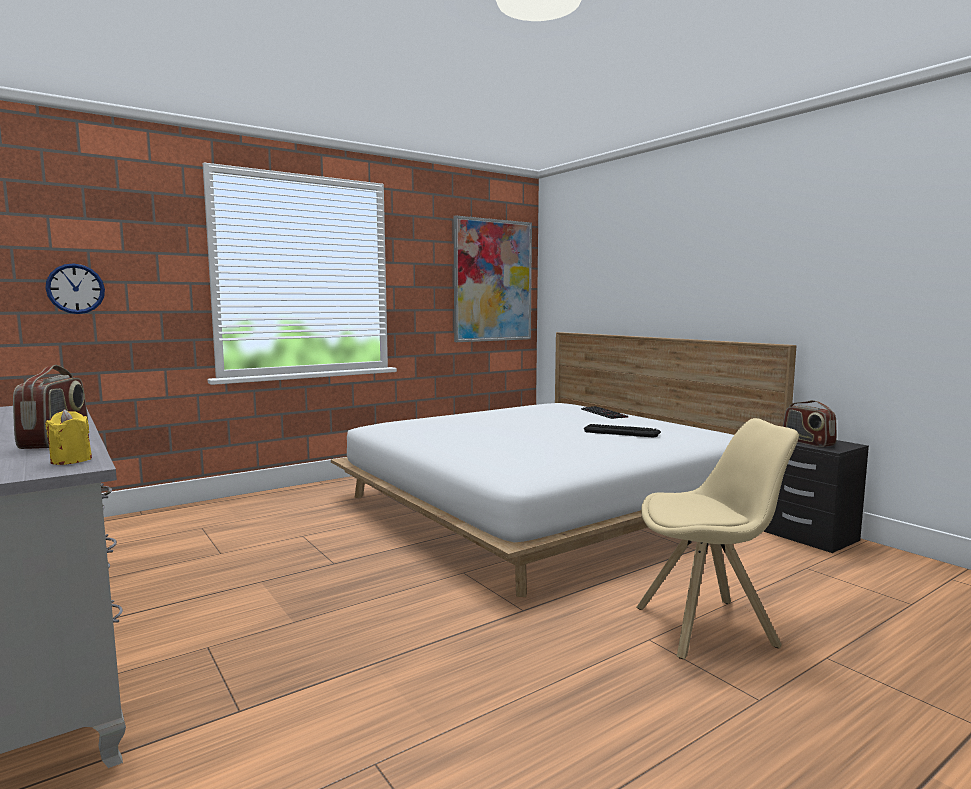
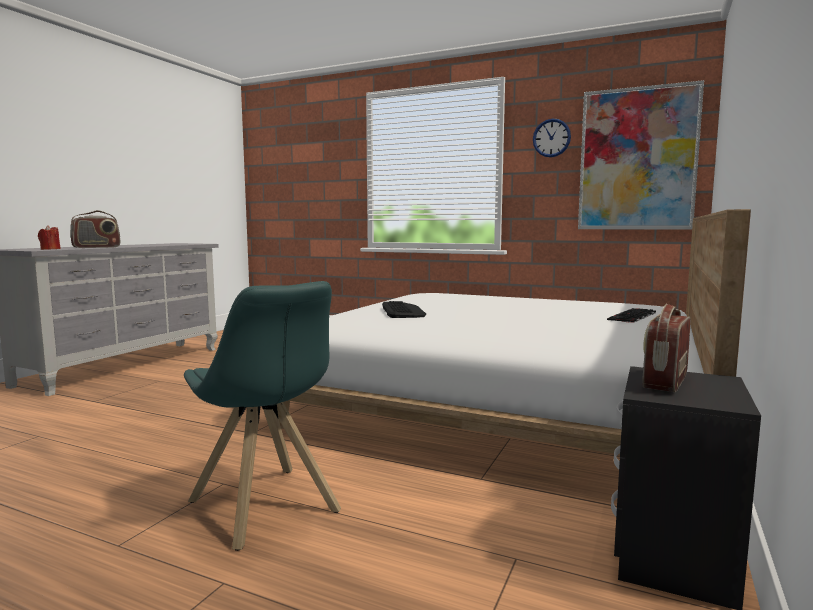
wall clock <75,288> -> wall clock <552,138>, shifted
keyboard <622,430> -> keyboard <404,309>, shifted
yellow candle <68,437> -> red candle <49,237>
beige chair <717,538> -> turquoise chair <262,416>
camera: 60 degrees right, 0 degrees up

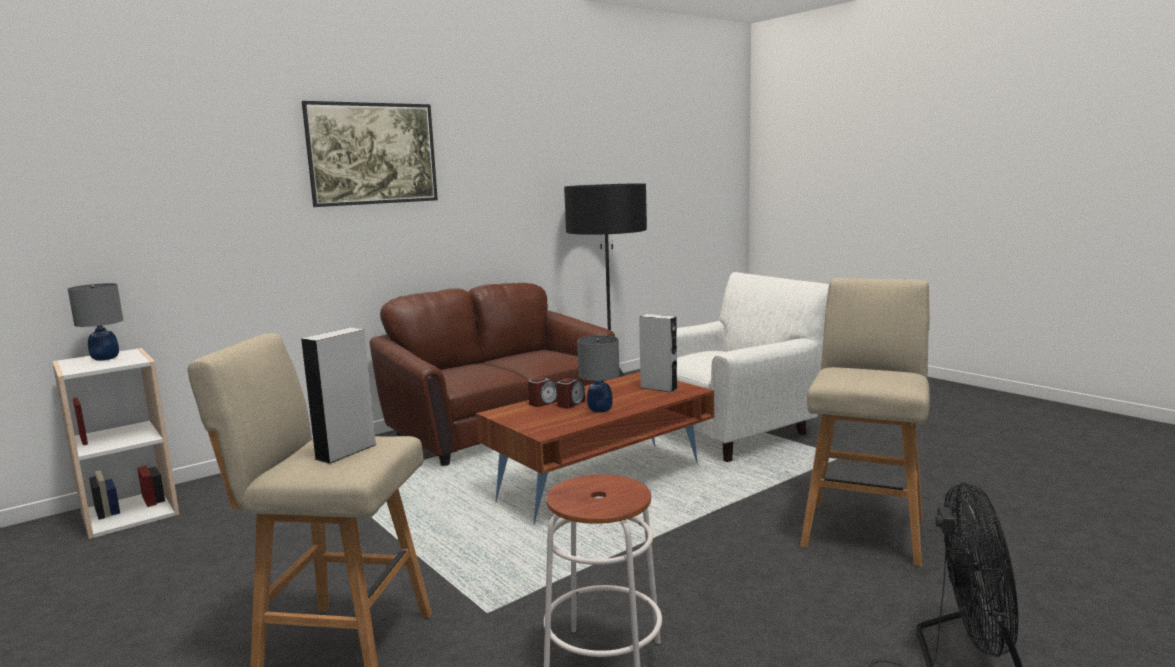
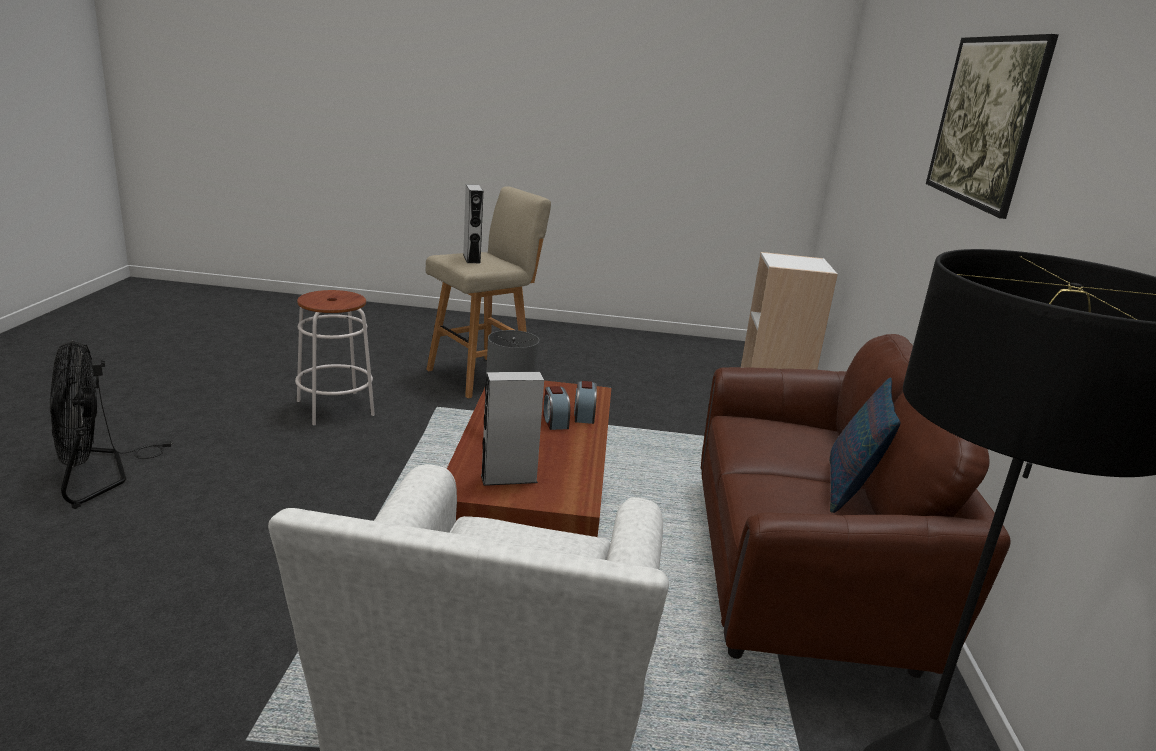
grey table lamp <95,322> -> none
beige stool <865,422> -> none
none -> blue pillow <865,445>
camera: 130 degrees right, 10 degrees up

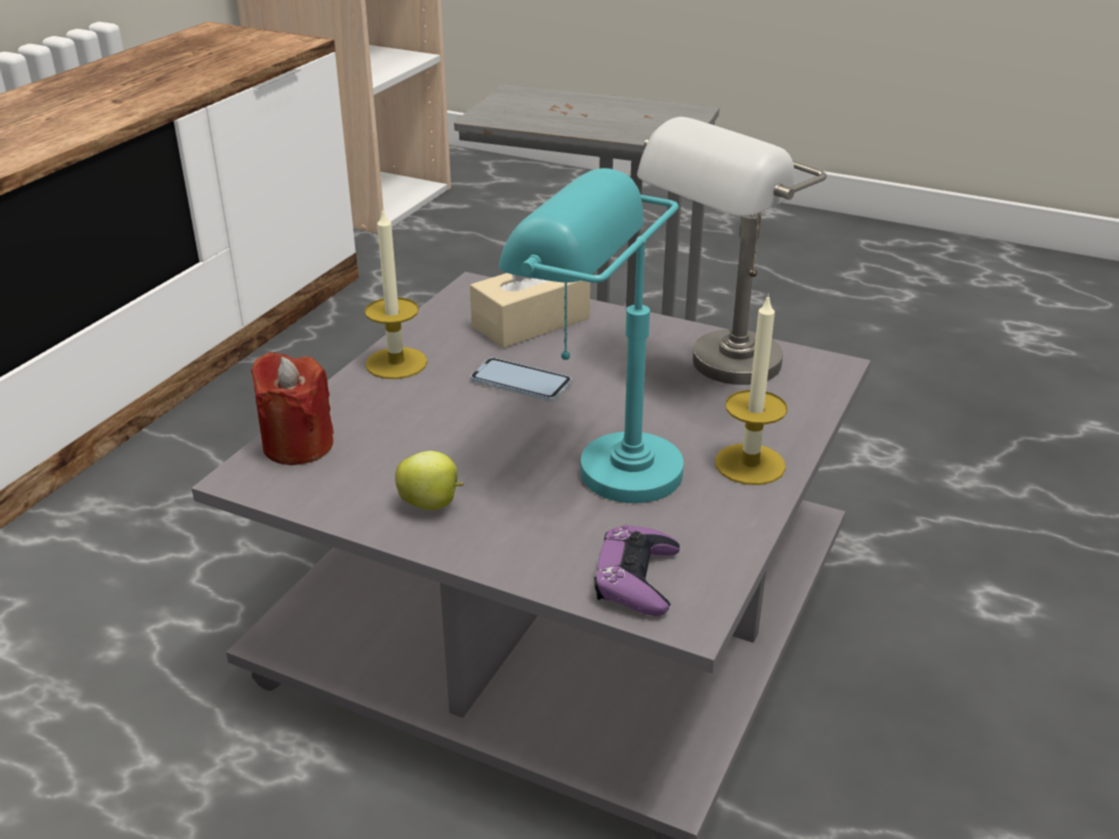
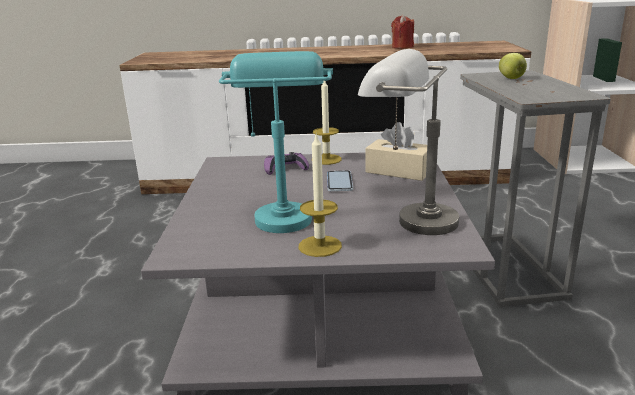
red candle <292,408> -> red candle <402,31>, shifted
apple <429,480> -> apple <513,66>, shifted
purple game controller <636,570> -> purple game controller <286,163>, shifted
camera: 65 degrees right, 10 degrees down

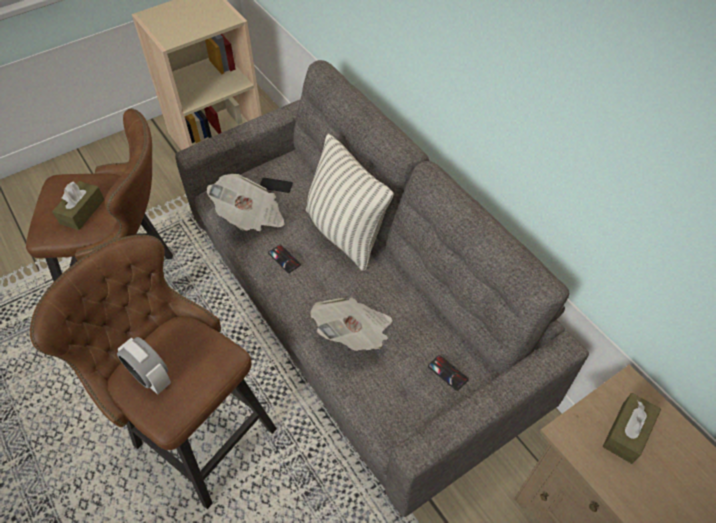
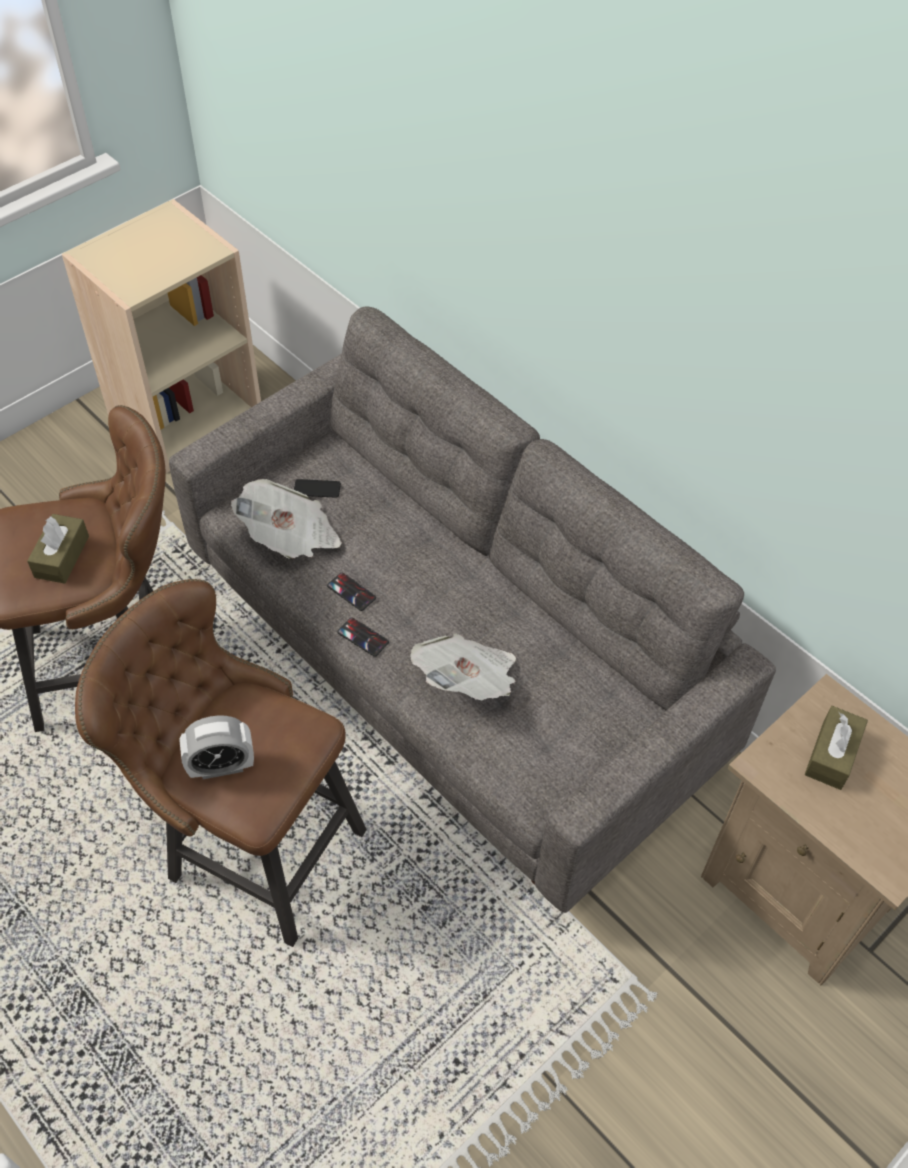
pillow <350,202> -> none
phone <448,373> -> phone <363,637>, shifted
alarm clock <144,365> -> alarm clock <216,747>, 45 degrees counterclockwise
camera: 10 degrees left, 0 degrees up

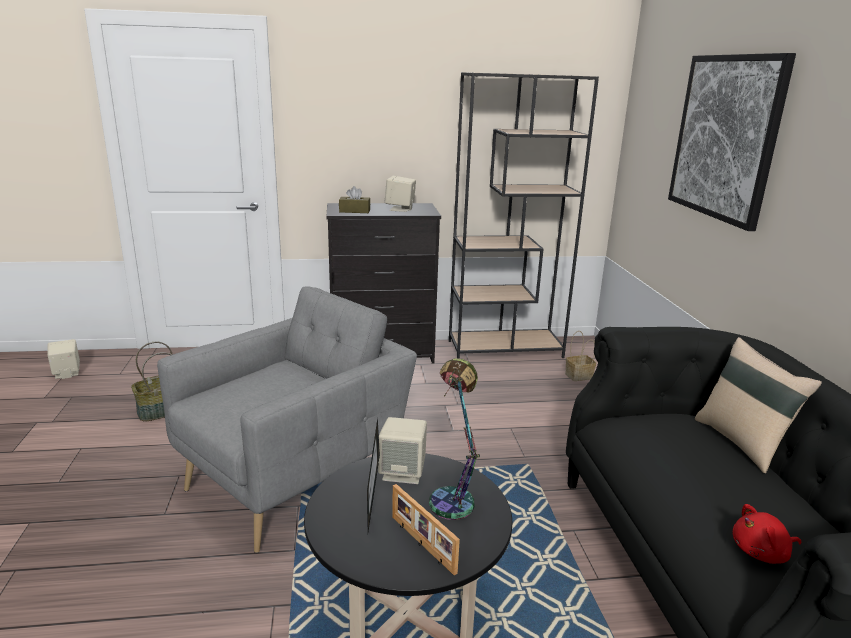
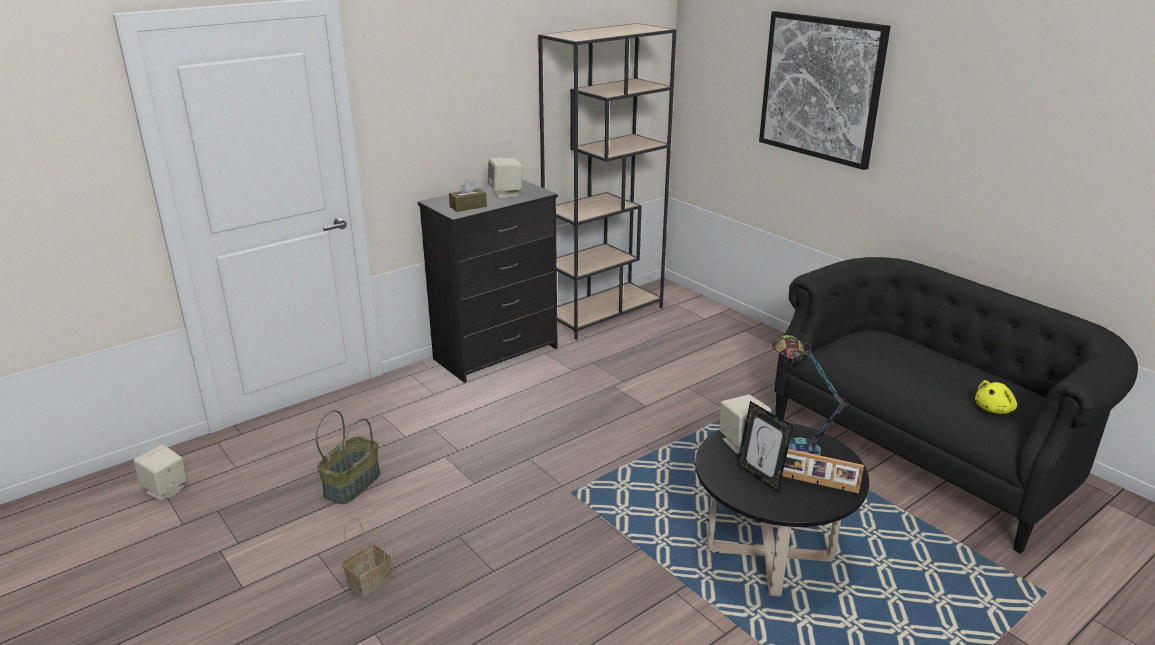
grey armchair <287,419> -> none
beige pillow <758,405> -> none
basket <580,356> -> basket <367,557>, shifted
red plush toy <767,534> -> yellow plush toy <996,397>
camera: 30 degrees left, 5 degrees up

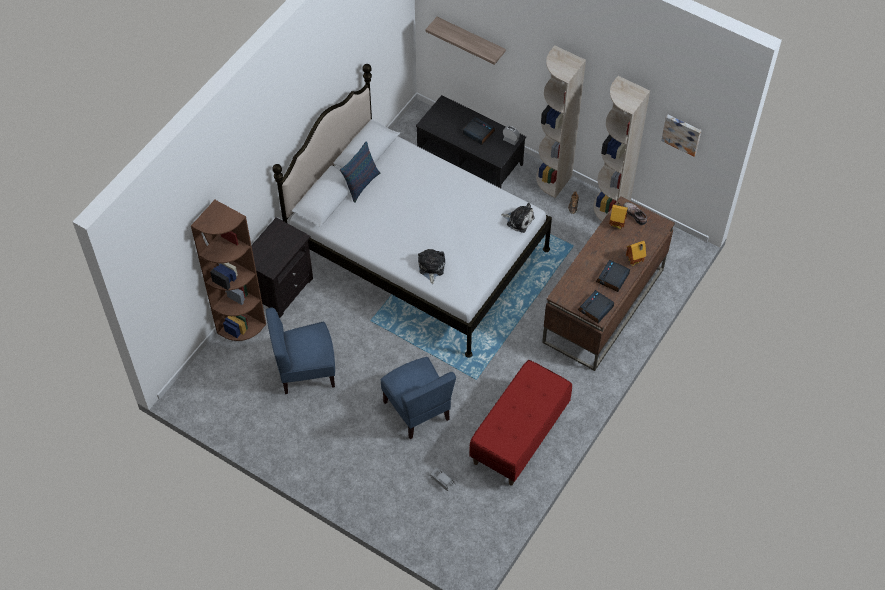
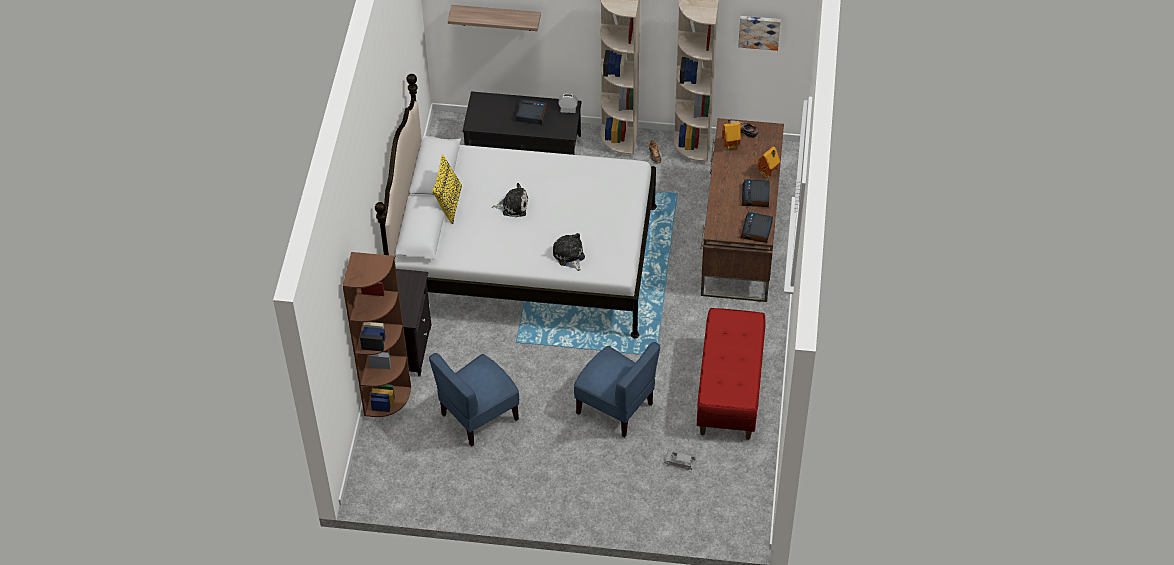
plush toy <518,218> -> plush toy <510,200>, shifted
blue pillow <360,172> -> yellow pillow <447,189>
camera: 25 degrees left, 5 degrees down

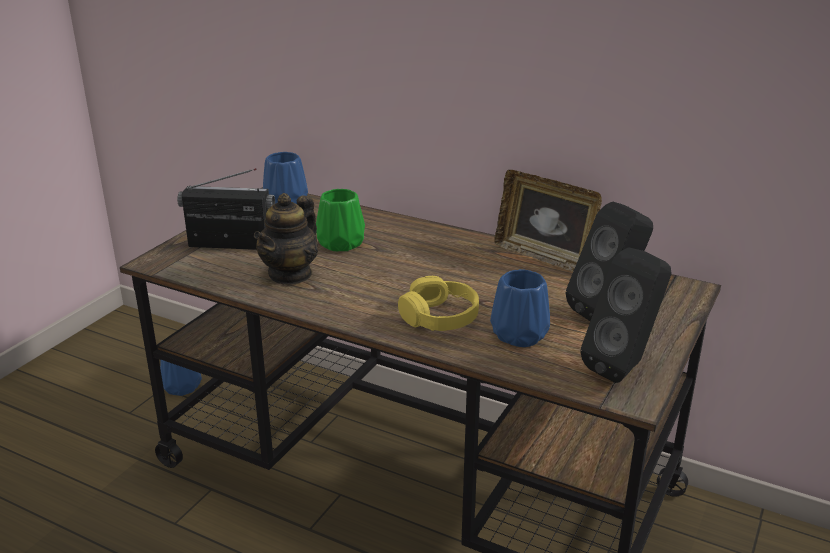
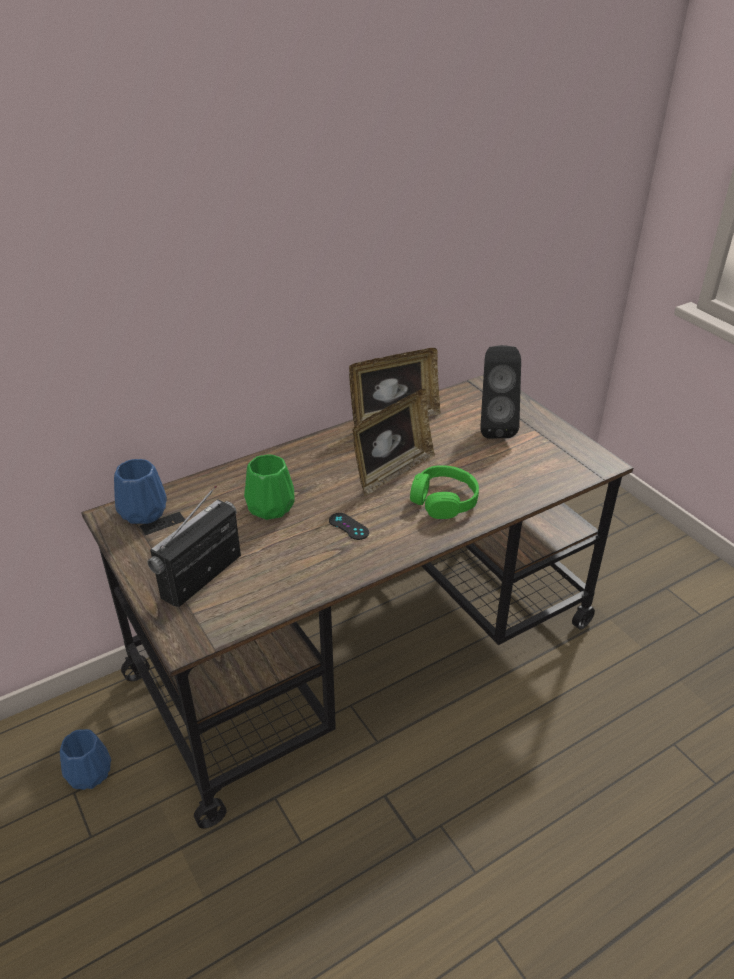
teapot <286,239> -> none
blue vase <520,308> -> none
black speaker <626,315> -> none
none -> black game controller <349,526>
none -> picture frame <393,442>
yellow headphones <438,303> -> green headphones <444,492>
camera: 60 degrees left, 10 degrees up

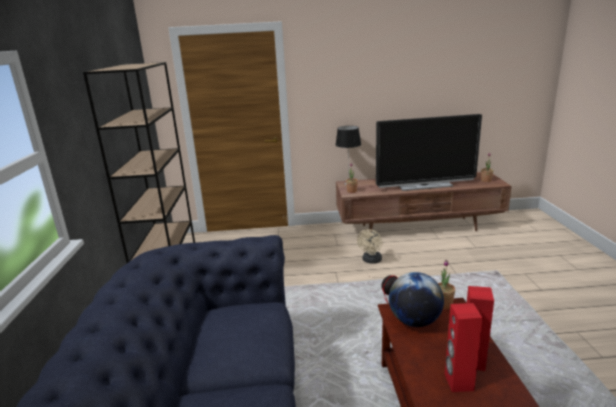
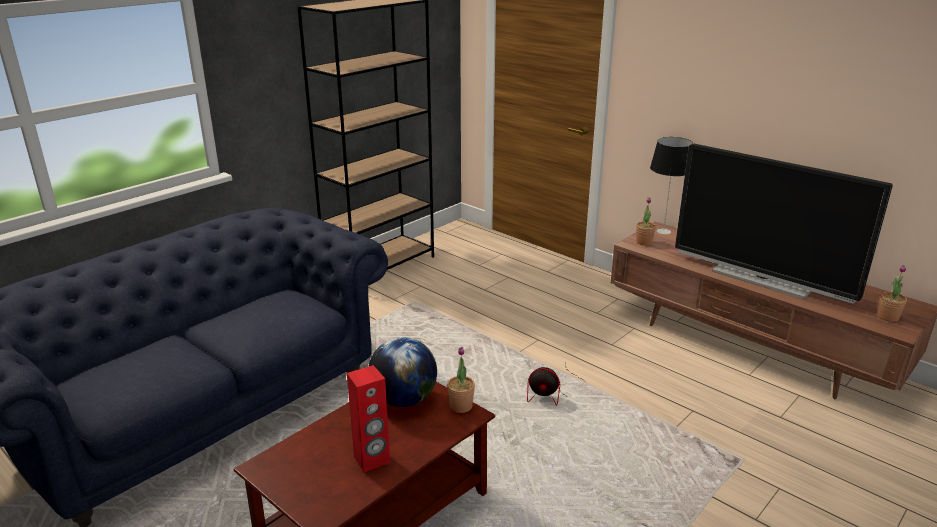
beige fan <369,246> -> none
red speaker <464,347> -> none
camera: 45 degrees right, 5 degrees up

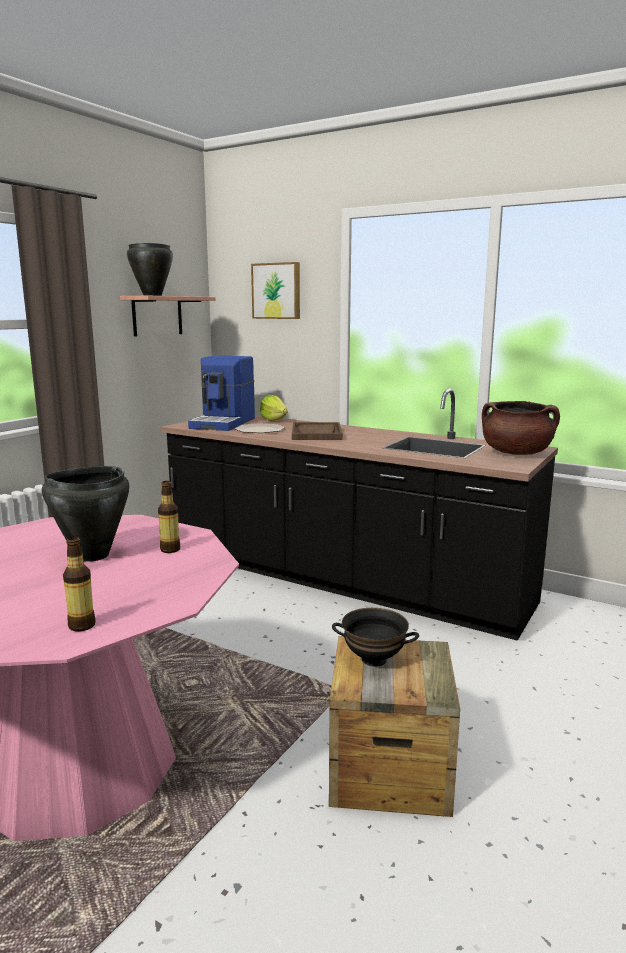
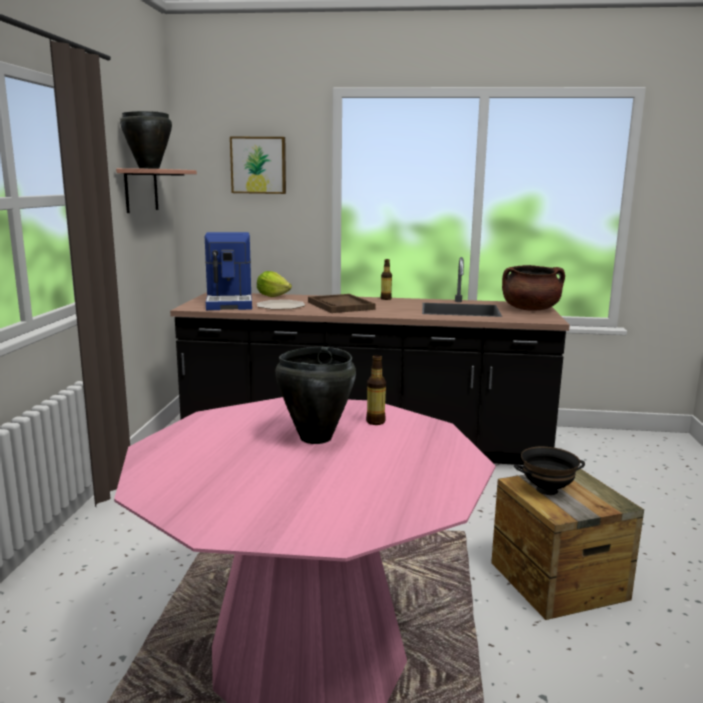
bottle <79,584> -> bottle <386,279>, shifted
camera: 25 degrees left, 0 degrees up

